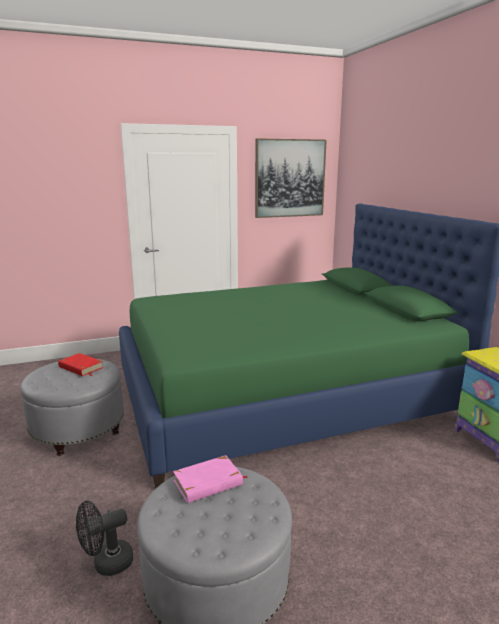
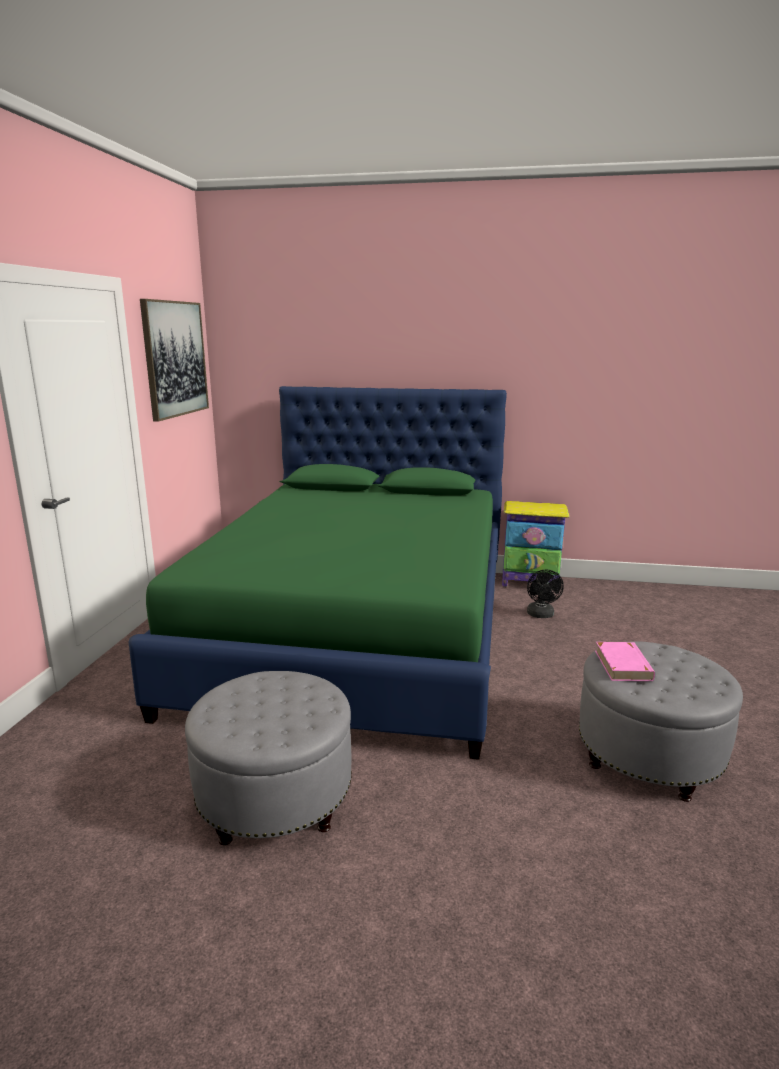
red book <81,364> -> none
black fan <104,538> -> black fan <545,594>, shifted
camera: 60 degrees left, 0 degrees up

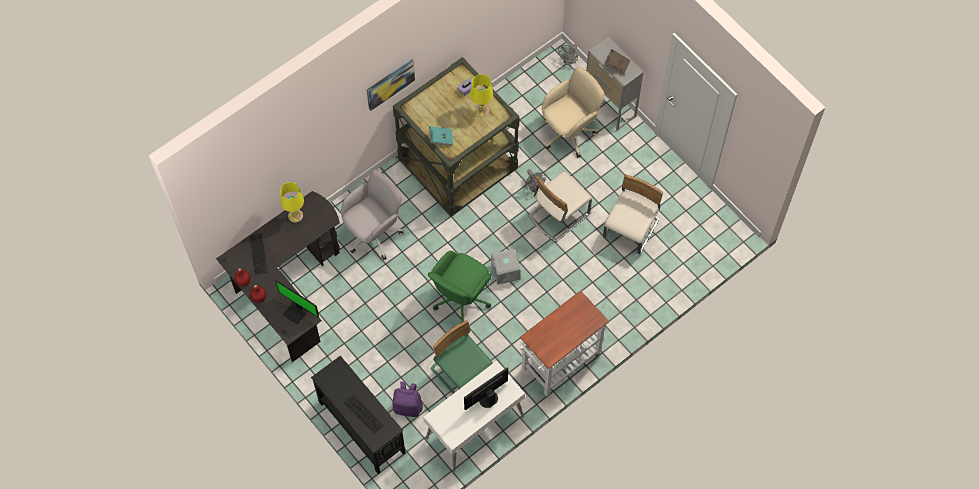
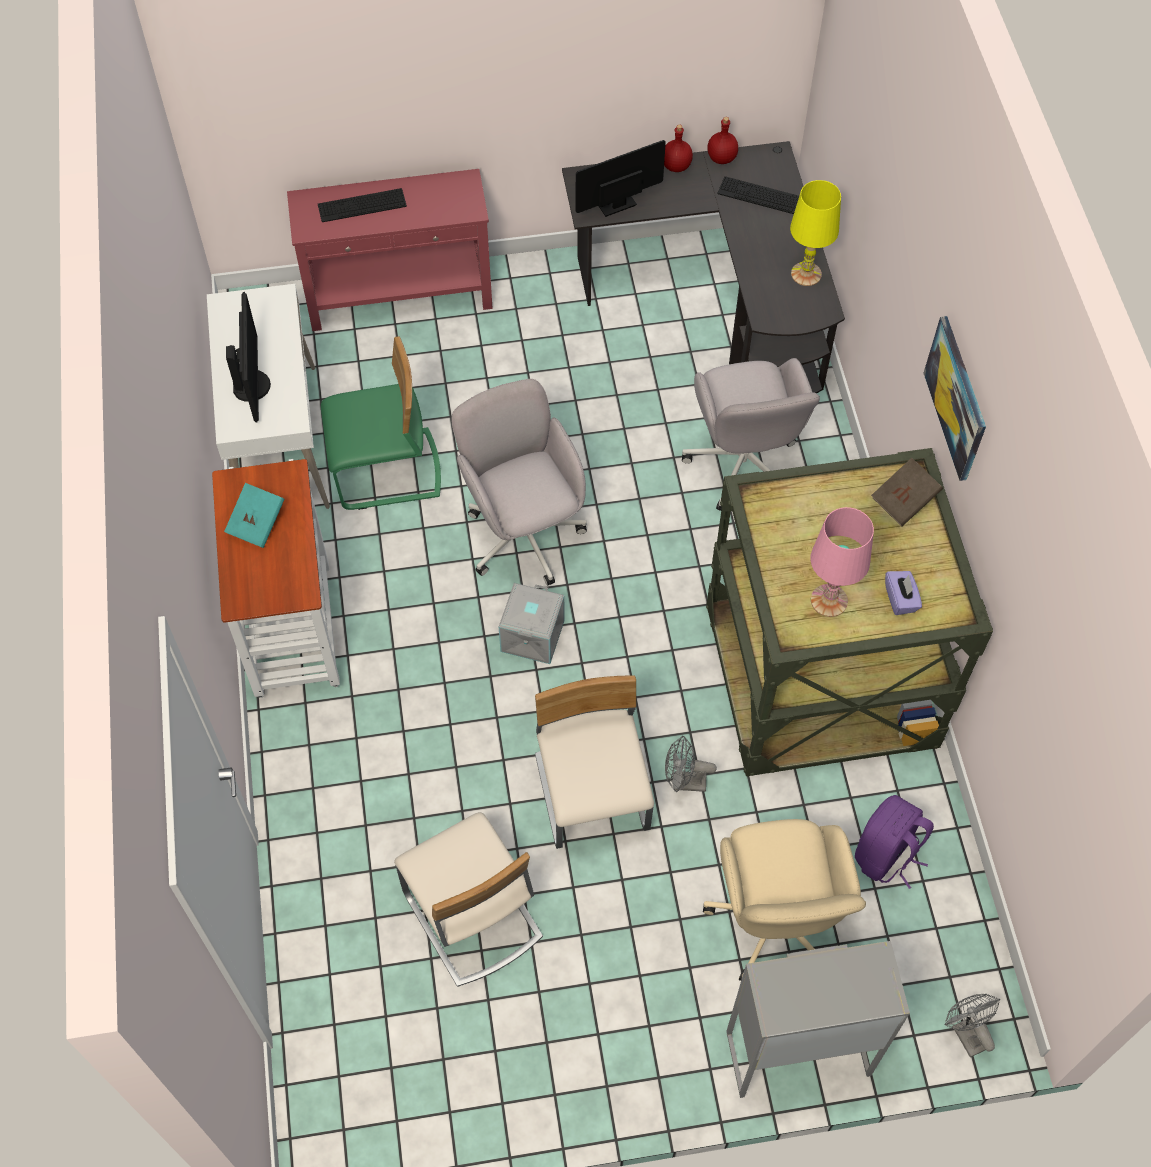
purple backpack <407,399> -> purple backpack <894,842>, shifted
turquoise book <441,136> -> turquoise book <254,515>, shifted
brown book <618,62> -> brown book <907,492>, shifted
black console table <358,415> -> red console table <390,250>
green office chair <460,287> -> grey office chair <519,482>
yellow table lamp <481,95> -> pink table lamp <842,562>
camera: 120 degrees right, 5 degrees down

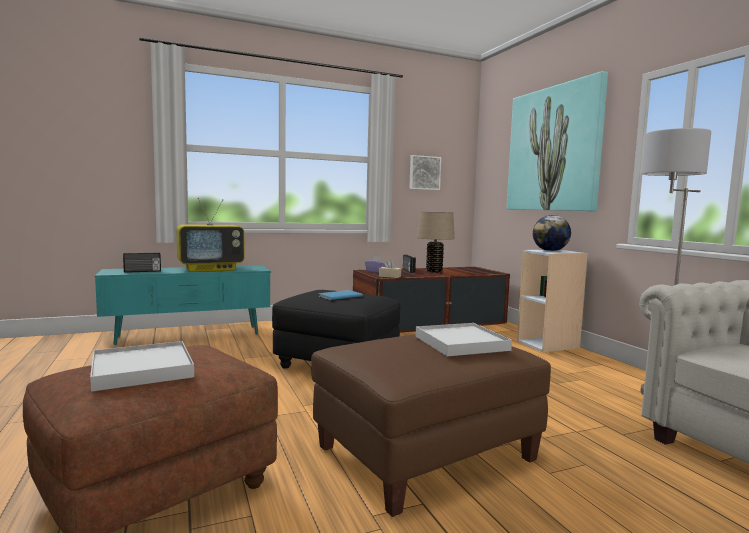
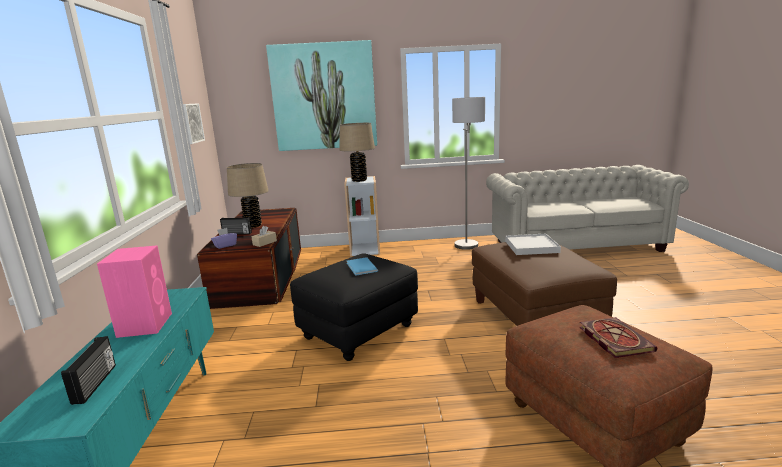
white tray <142,366> -> book <618,337>
television <210,235> -> pink speaker <134,291>
globe <552,233> -> beige table lamp <357,152>
camera: 70 degrees left, 10 degrees up

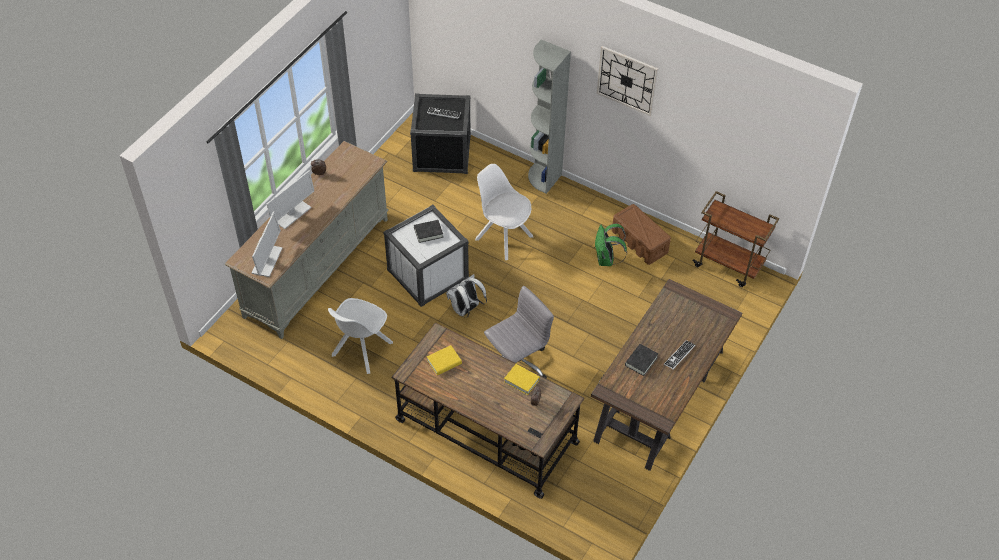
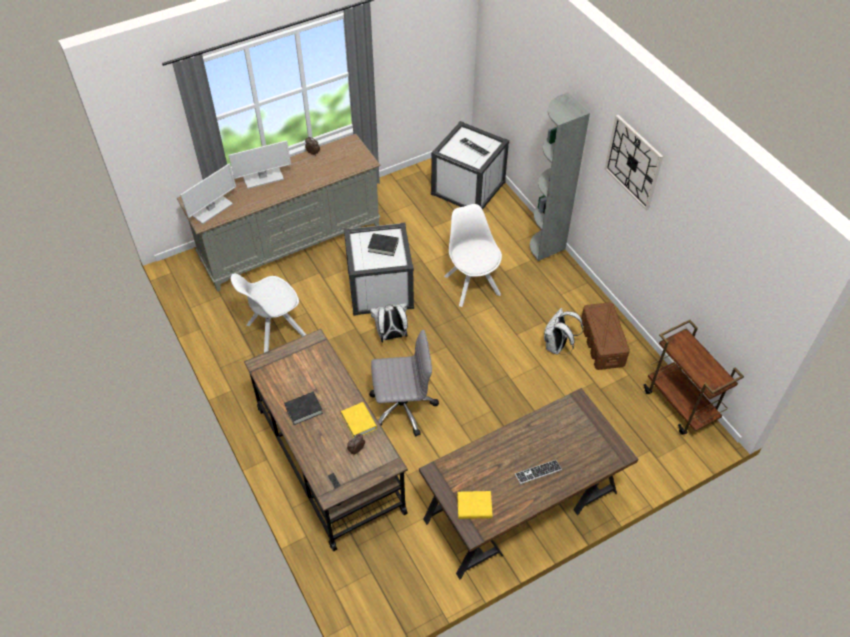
yellow book <444,360> -> yellow book <475,505>, shifted
black book <641,360> -> black book <303,408>, shifted
black storage box <440,133> -> white storage box <470,165>
green backpack <611,245> -> white backpack <563,331>
camera: 30 degrees right, 0 degrees up

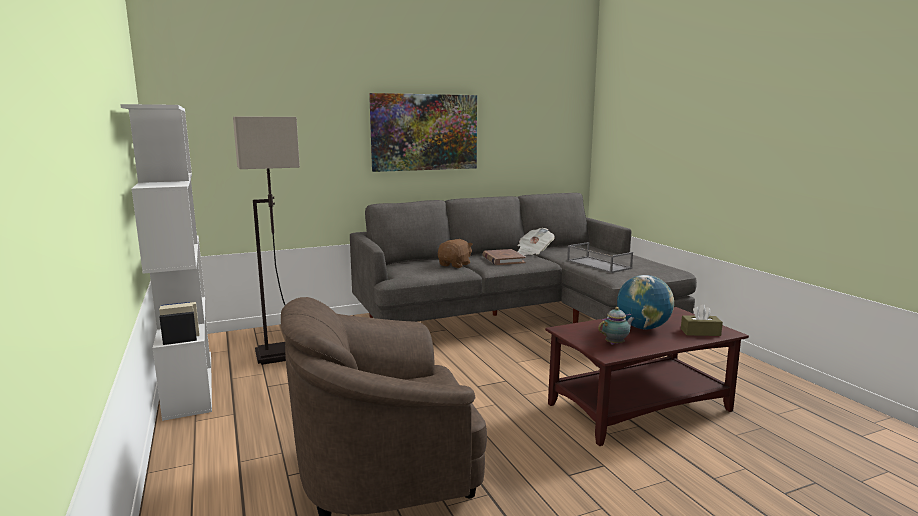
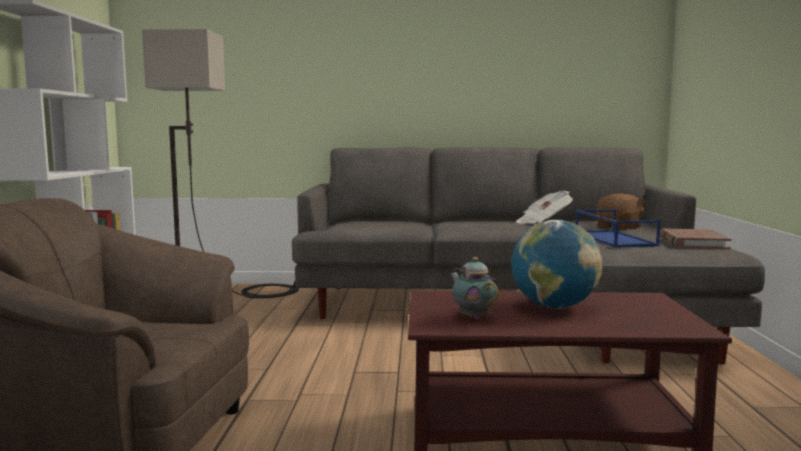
picture <423,132> -> none
brown tissue box <702,320> -> none
brown plush toy <455,253> -> brown plush toy <621,211>, shifted
brown book <504,257> -> brown book <696,238>, shifted
grey tray <600,257> -> blue tray <618,228>
teapot <616,326> -> teapot <474,288>, 120 degrees counterclockwise
camera: 25 degrees right, 5 degrees down

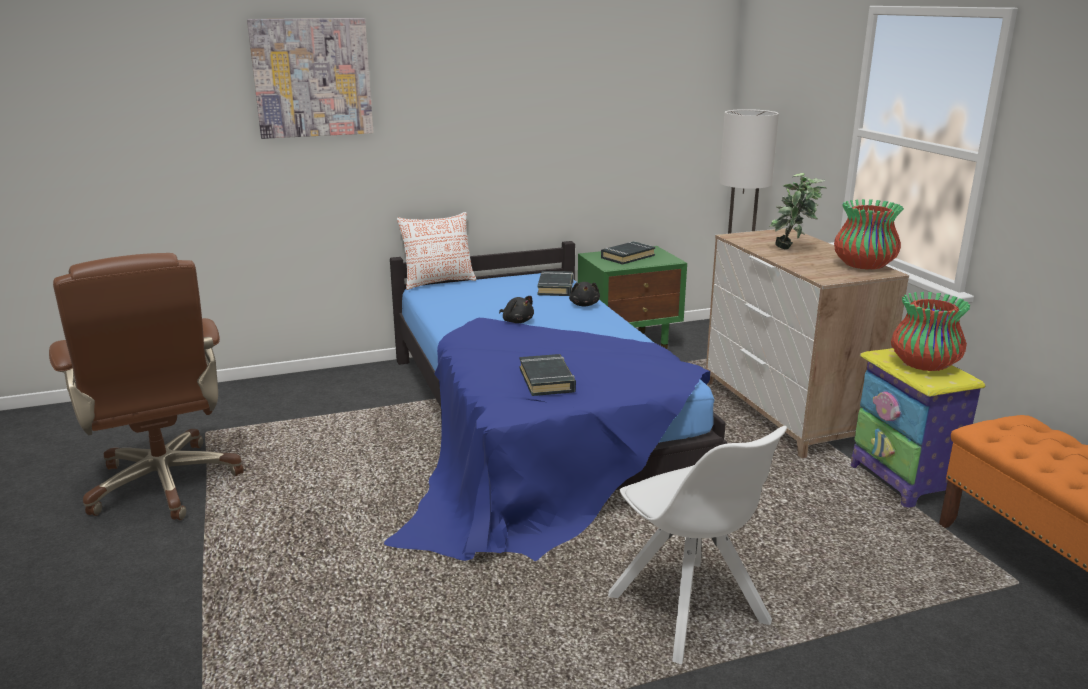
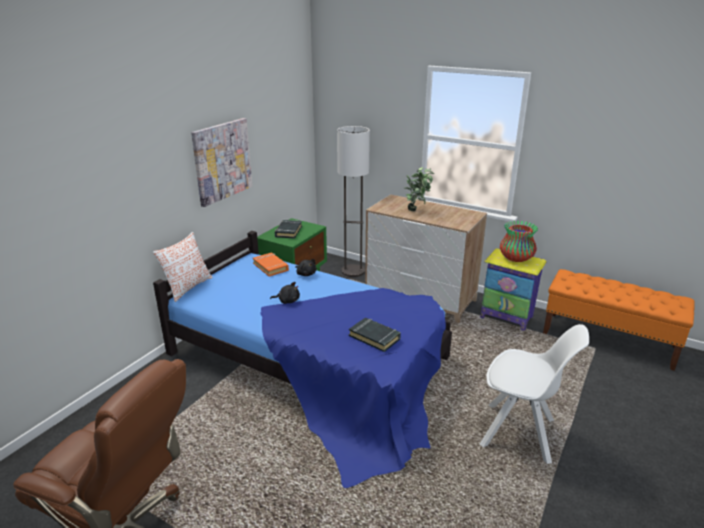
vase <869,234> -> none
picture <310,78> -> picture <221,162>, shifted
black book <555,283> -> orange book <271,265>
camera: 40 degrees left, 5 degrees up

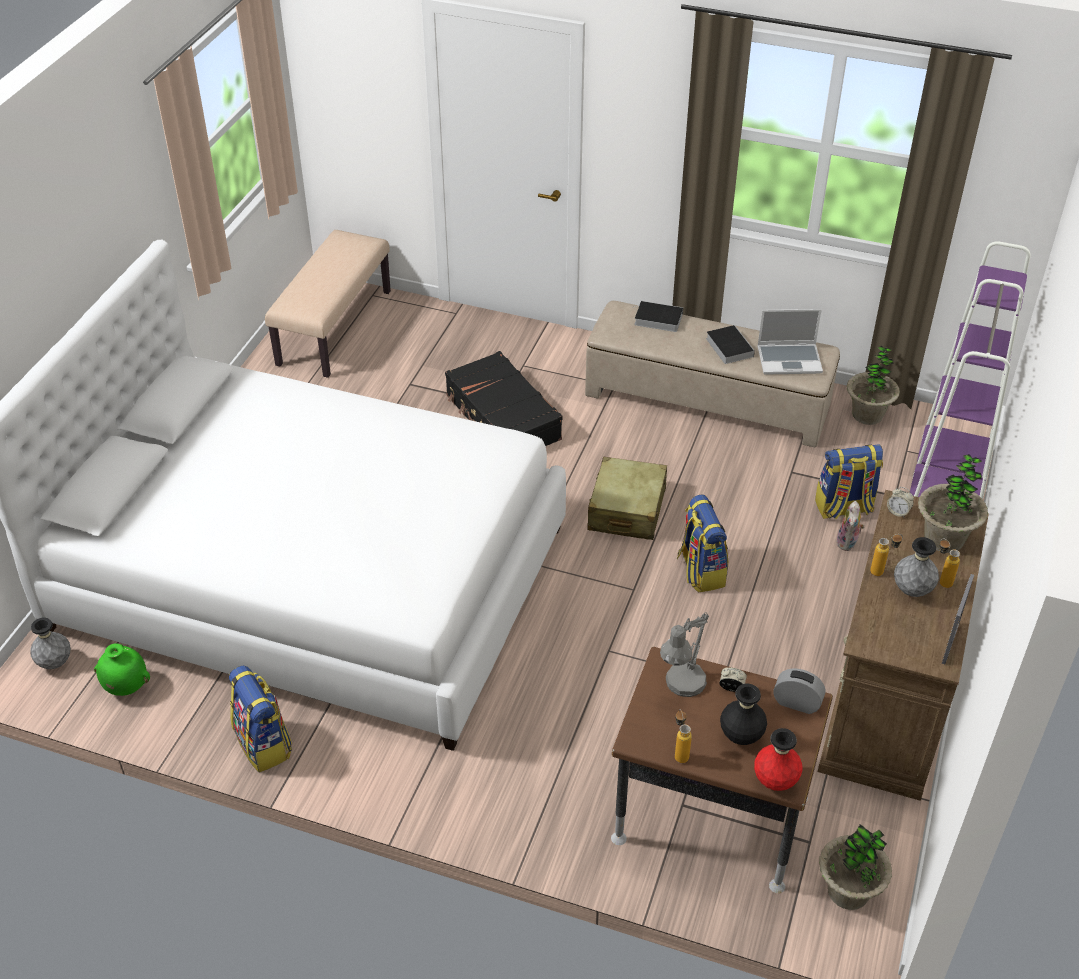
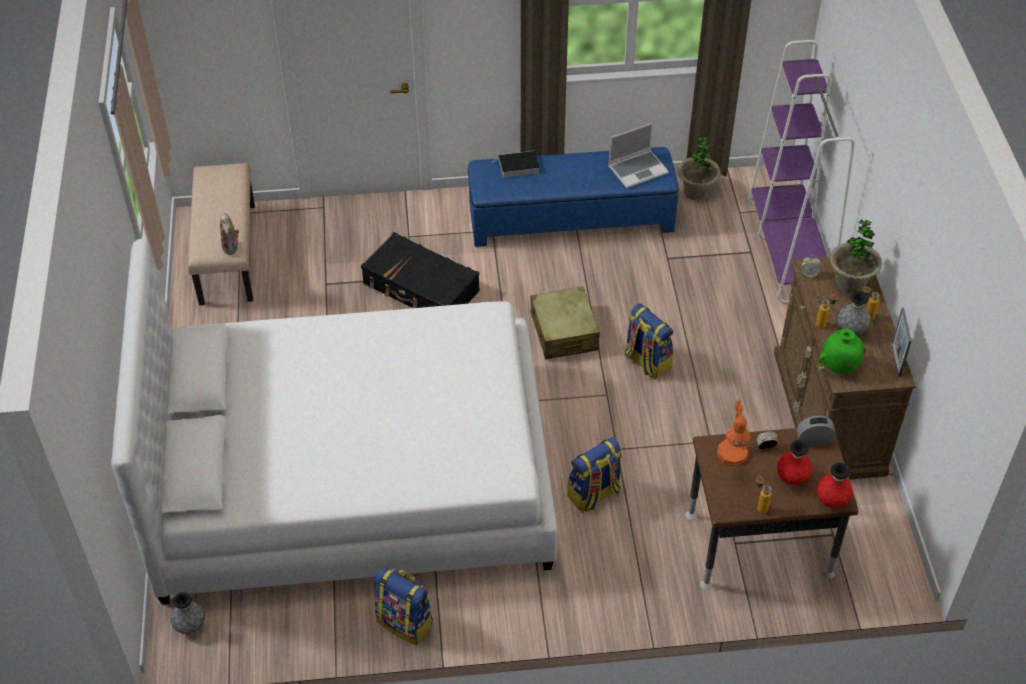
book <730,344> -> none
potted plant <855,867> -> none
green vase <122,670> -> green vase <842,351>, shifted
backpack <849,481> -> backpack <594,475>, shifted
plush toy <850,526> -> plush toy <229,234>, shifted
beige bench <712,374> -> blue bench <573,197>
grey table lamp <684,654> -> orange table lamp <734,433>
black vase <743,714> -> red vase <794,462>
camera: 25 degrees left, 5 degrees up

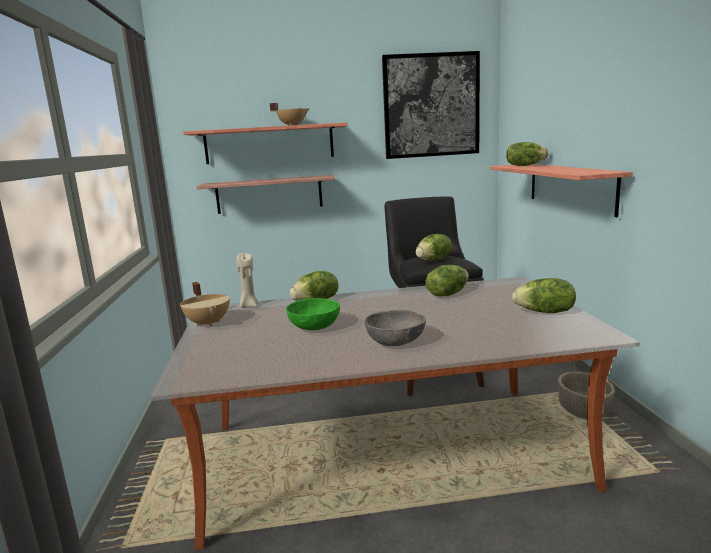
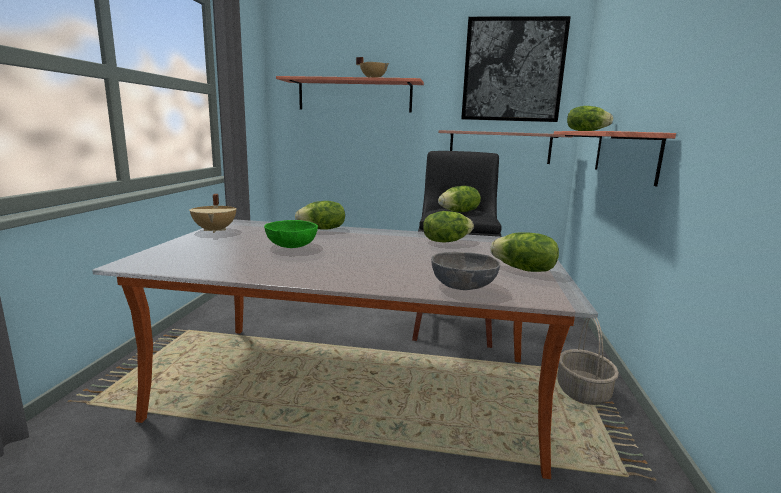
beige candle <247,280> -> none
shelf <266,194> -> shelf <504,147>, shifted
grey bowl <395,328> -> grey bowl <465,271>, shifted
camera: 15 degrees right, 0 degrees up

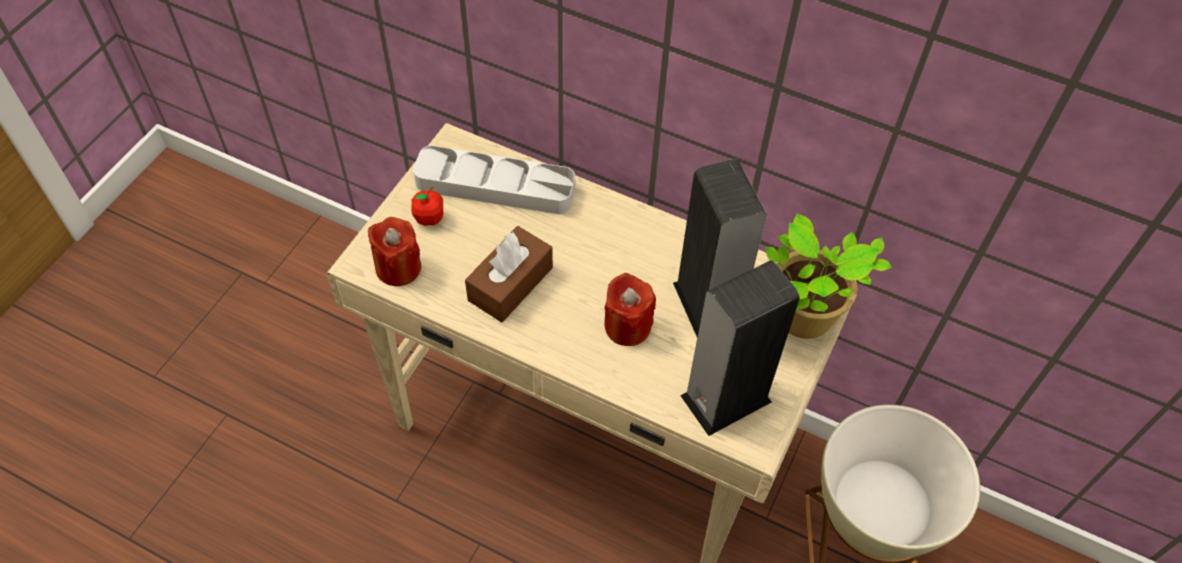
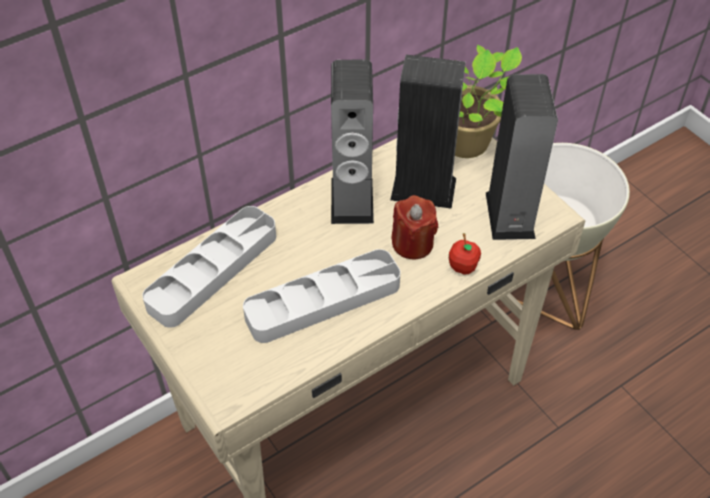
red candle <394,251> -> none
none -> speaker <352,142>
apple <427,205> -> apple <465,254>, shifted
brown tissue box <509,274> -> grey tray <322,296>
camera: 60 degrees left, 5 degrees down

